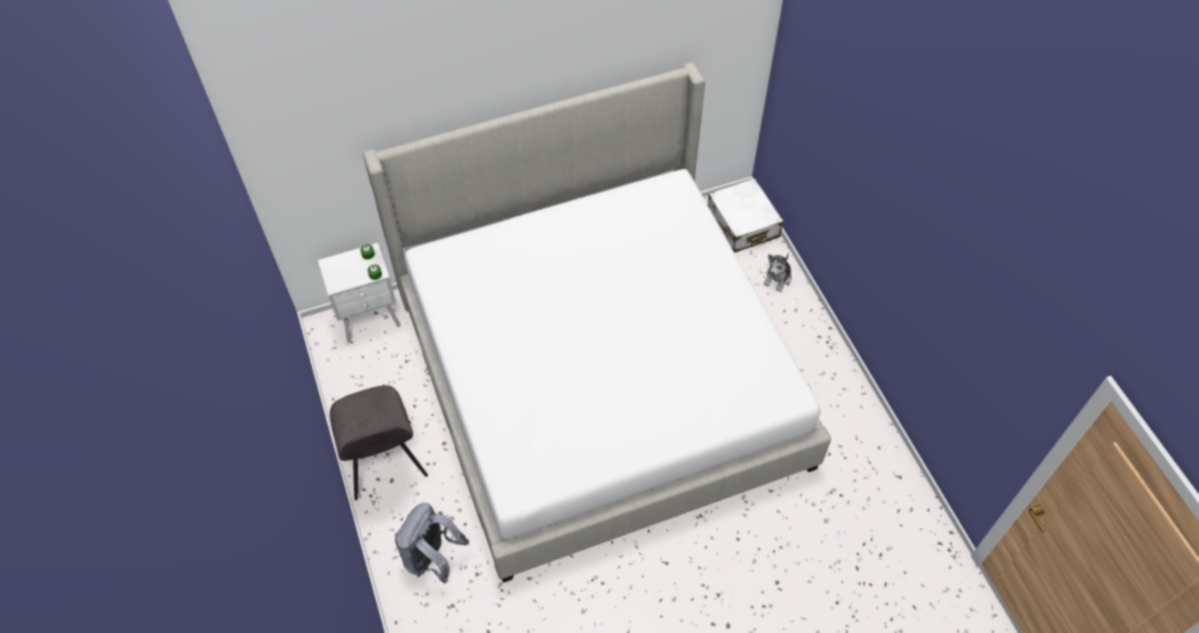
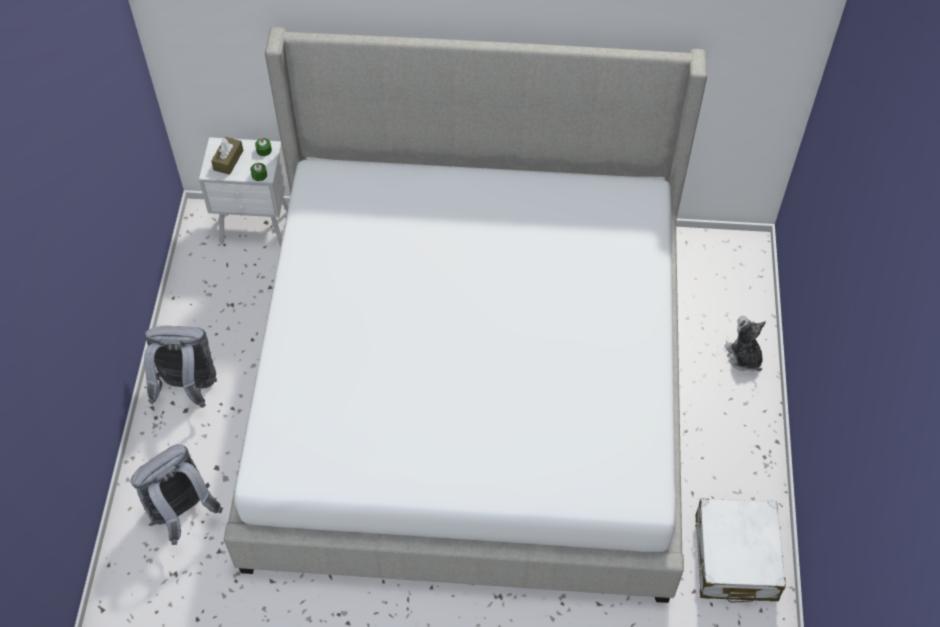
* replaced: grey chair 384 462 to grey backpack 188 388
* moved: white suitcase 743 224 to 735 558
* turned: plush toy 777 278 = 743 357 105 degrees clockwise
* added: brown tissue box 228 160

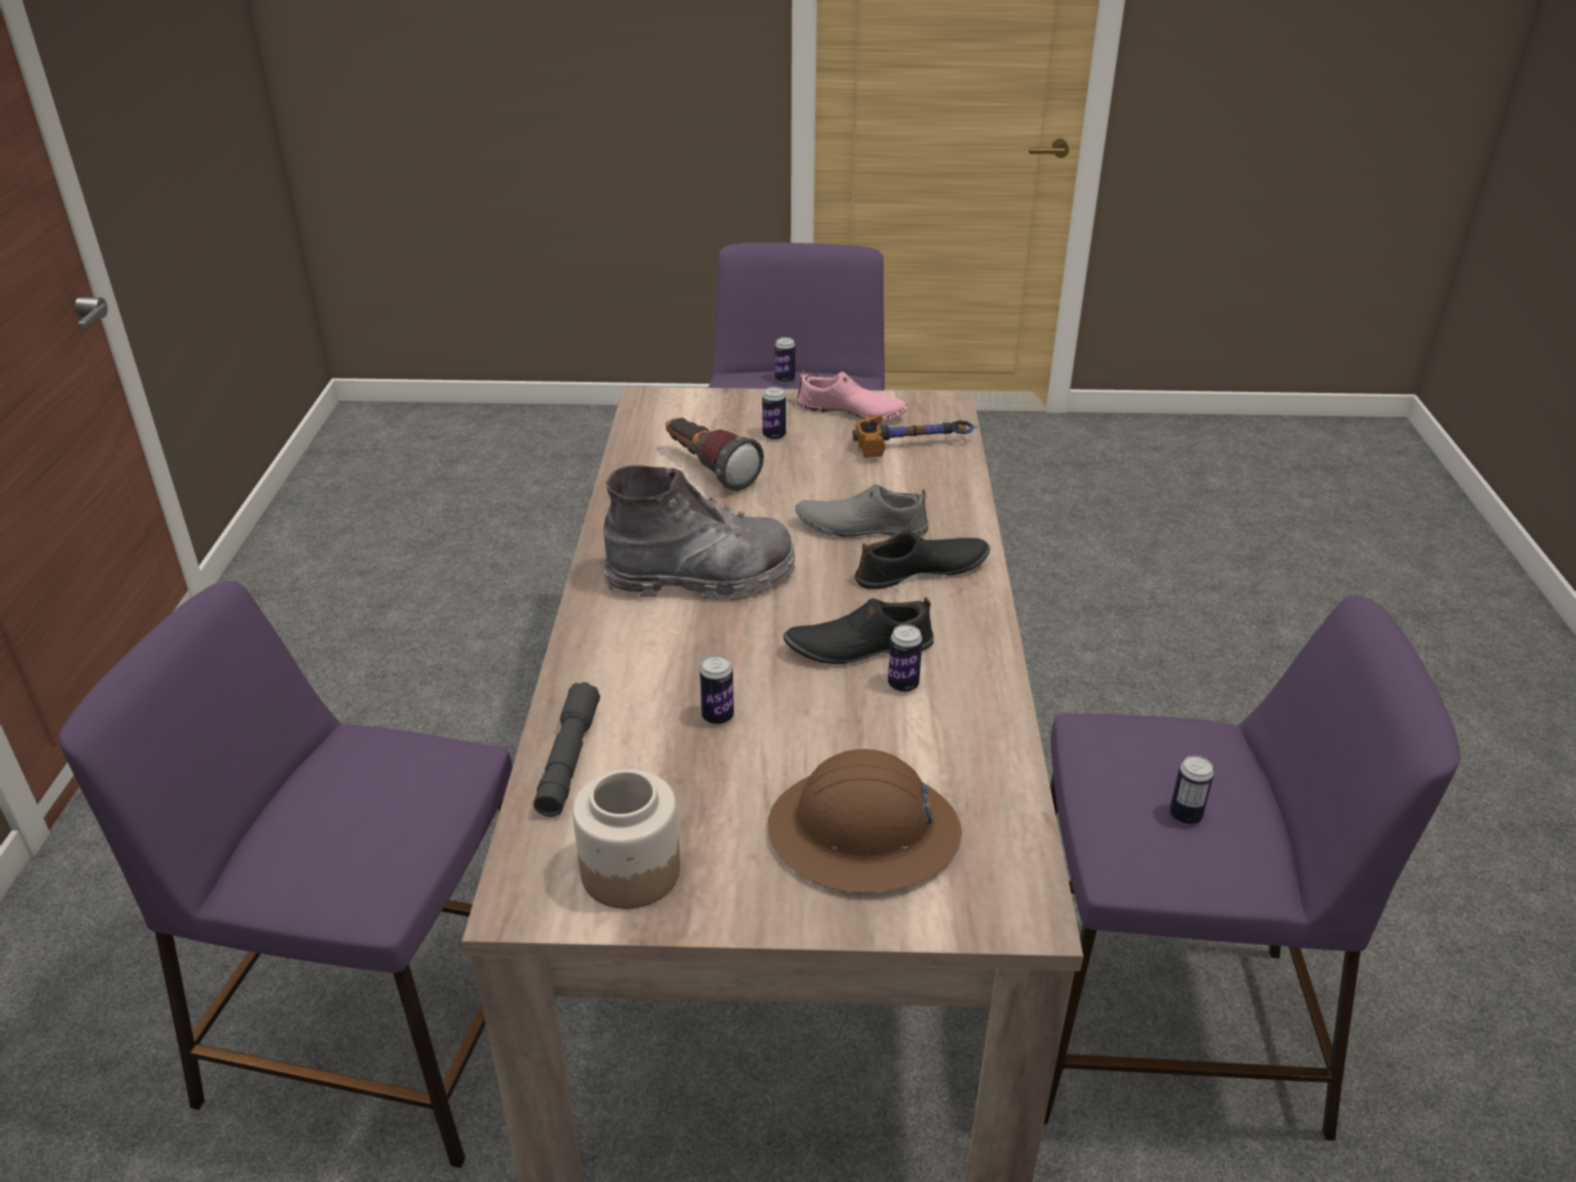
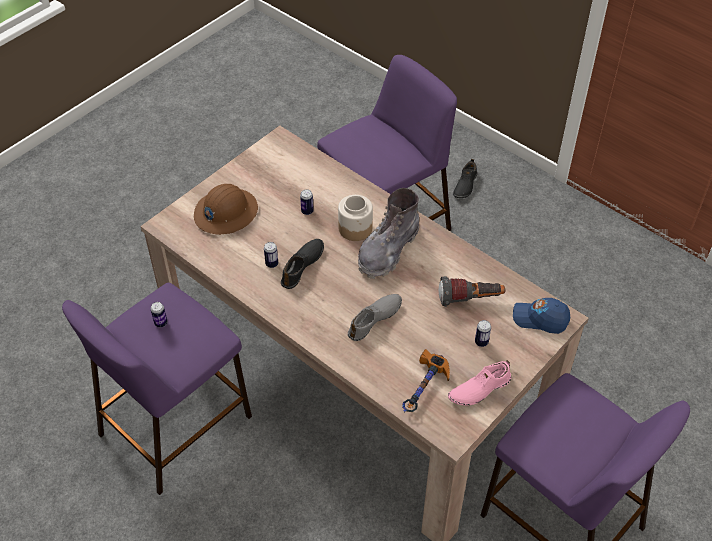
* removed: grey flashlight 568 759
* moved: jar 629 871 to 355 228
* removed: can 785 380
* moved: black shoe 922 572 to 464 185
* added: blue cap 540 319

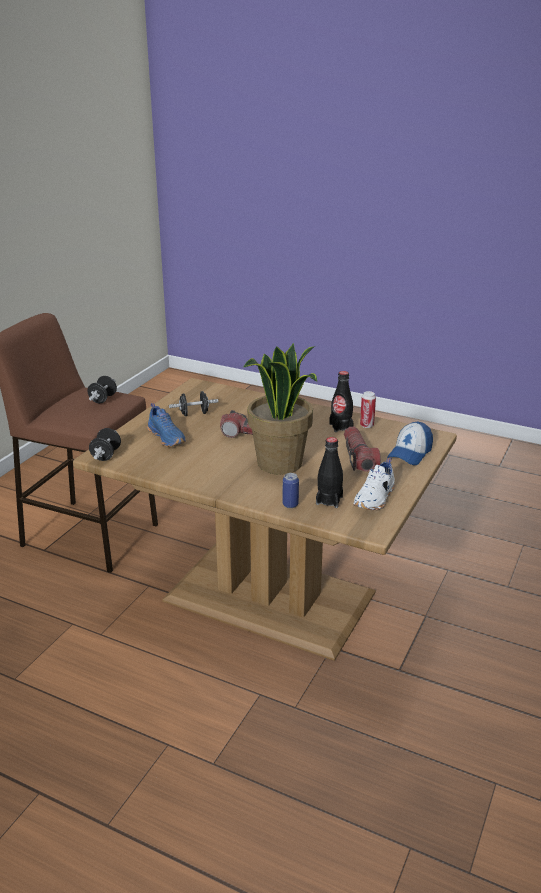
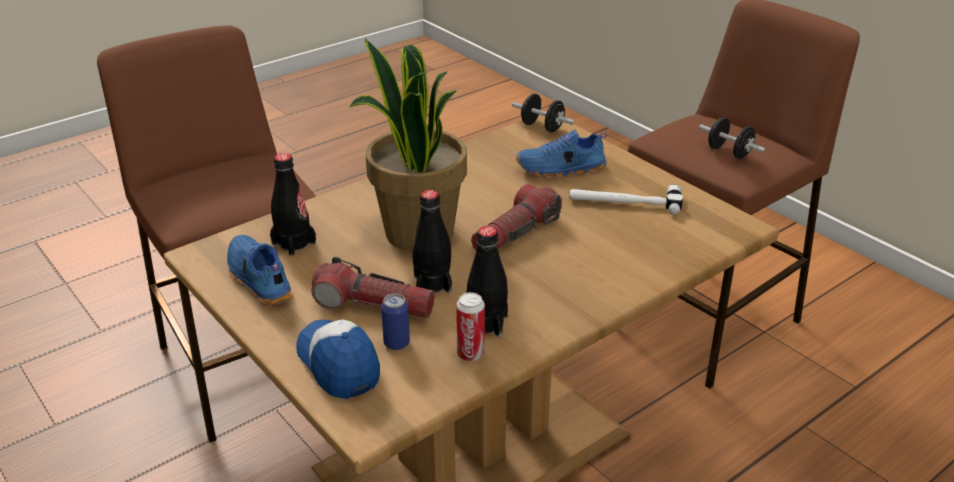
* replaced: black dumbbell 194 414 to hammer 625 202
* moved: can 290 504 to 396 343
* recoloured: white shoe 375 498 to blue shoe 257 280
* added: brown stool 247 367
* added: black bottle 432 284

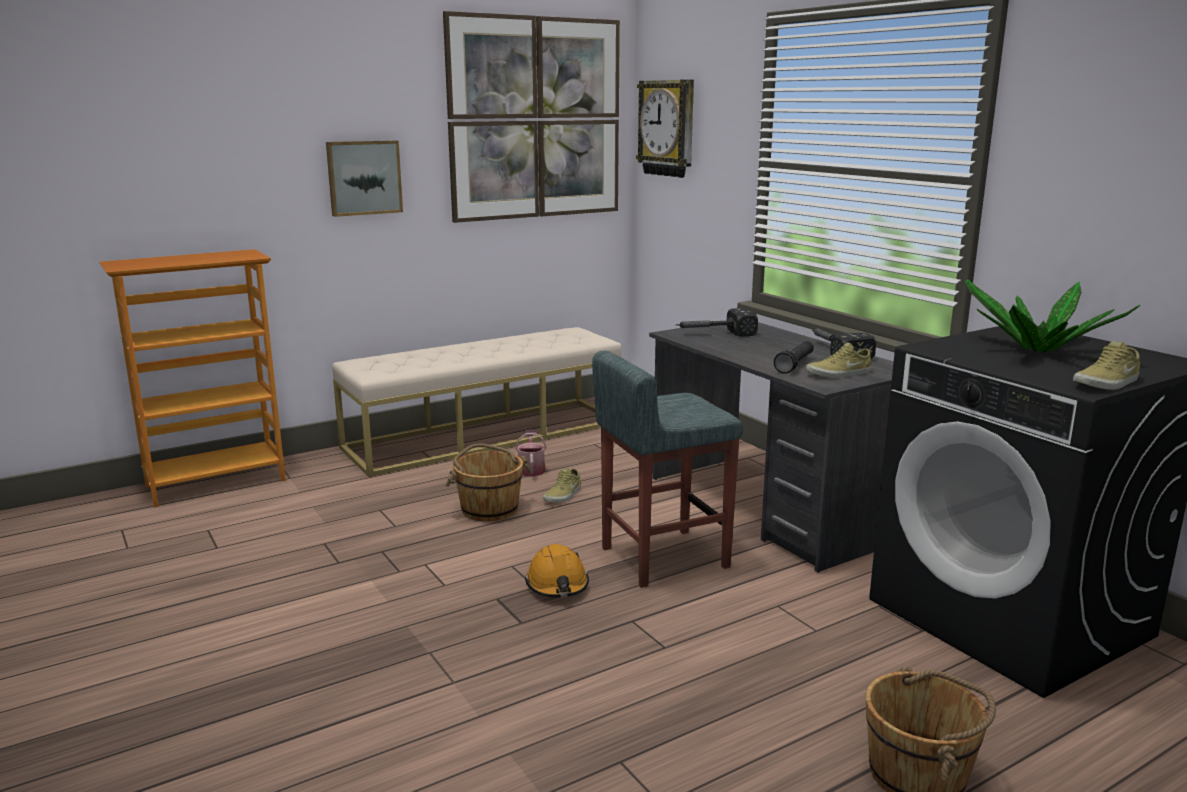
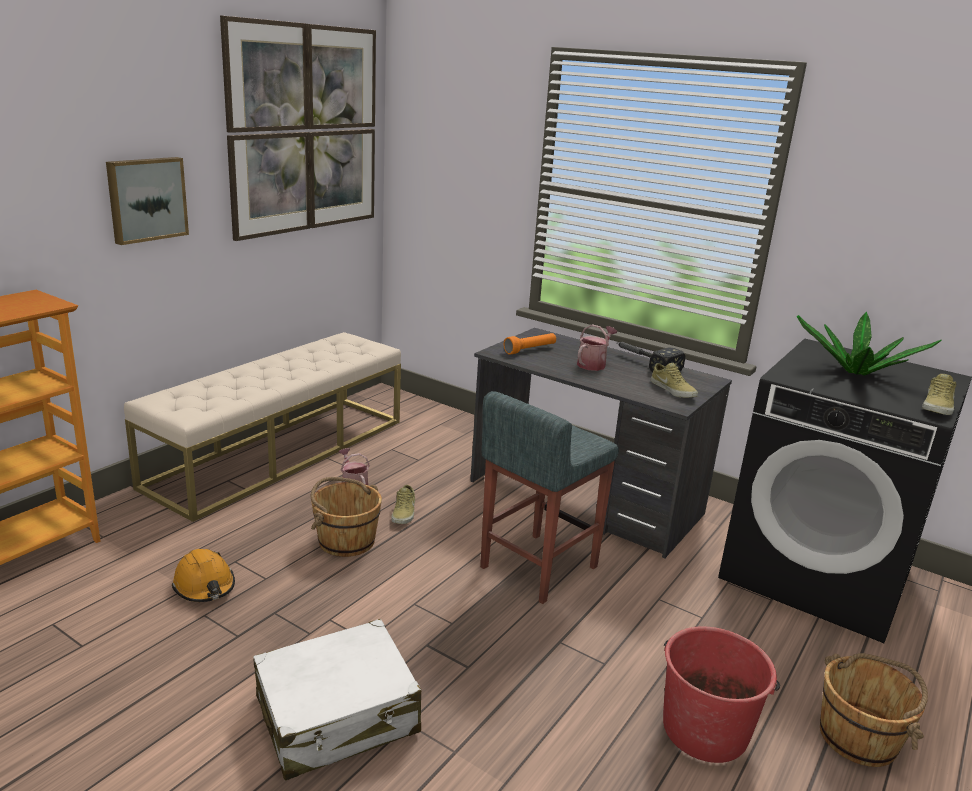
* moved: orange hard hat 557 585 to 204 586
* removed: wall clock 668 128
* replaced: hammer 713 333 to orange flashlight 530 350
* removed: black flashlight 795 365
* turned: beige shoe 839 374 = 674 390 75 degrees counterclockwise
* added: white suitcase 338 716
* added: watering can 593 364
* added: red bucket 705 729

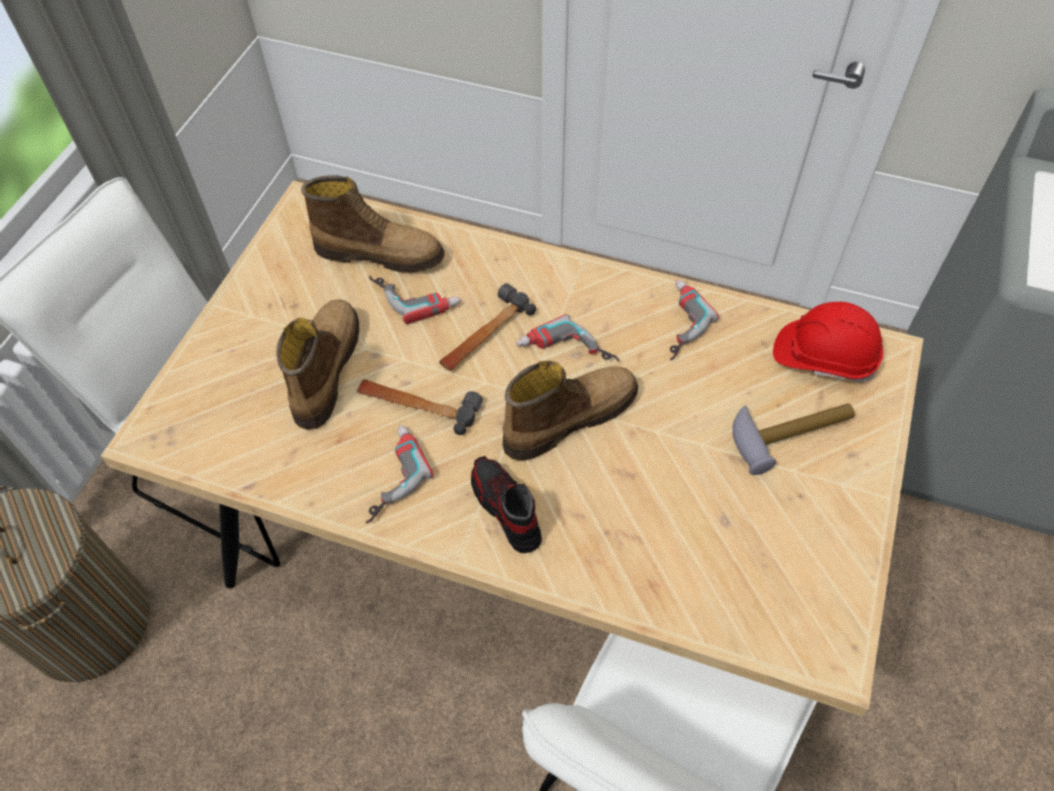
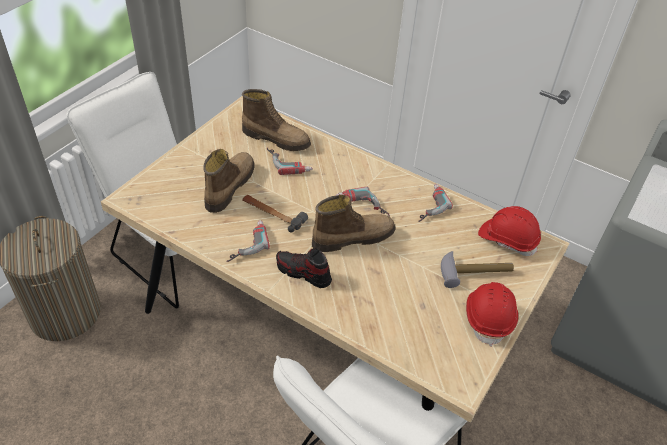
* removed: hammer 484 334
* turned: shoe 506 509 = 303 273 45 degrees counterclockwise
* added: red hard hat 489 318

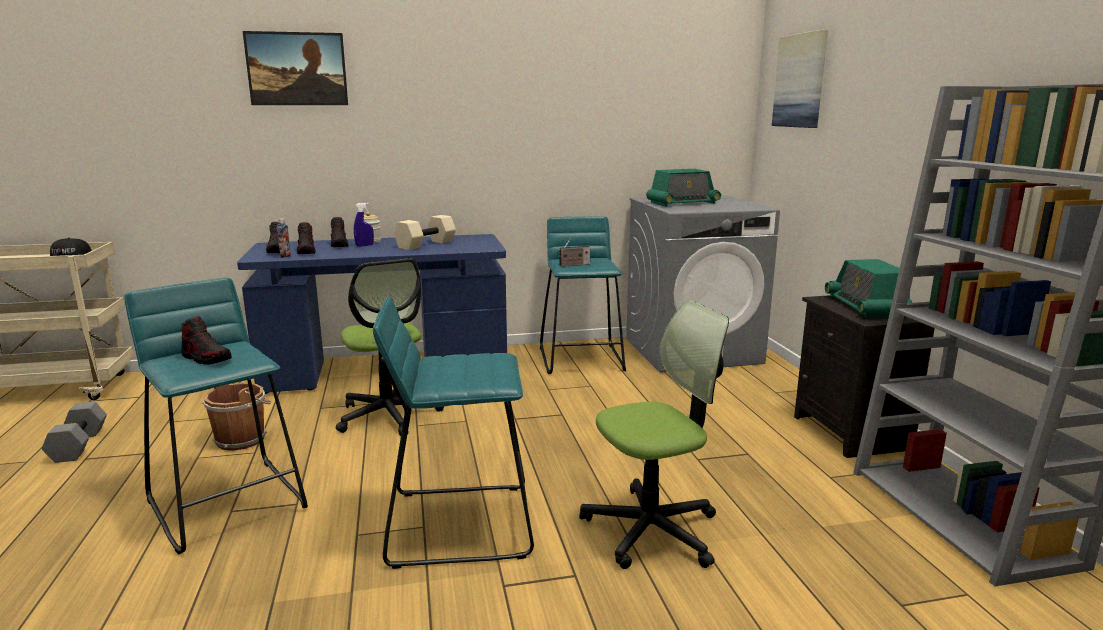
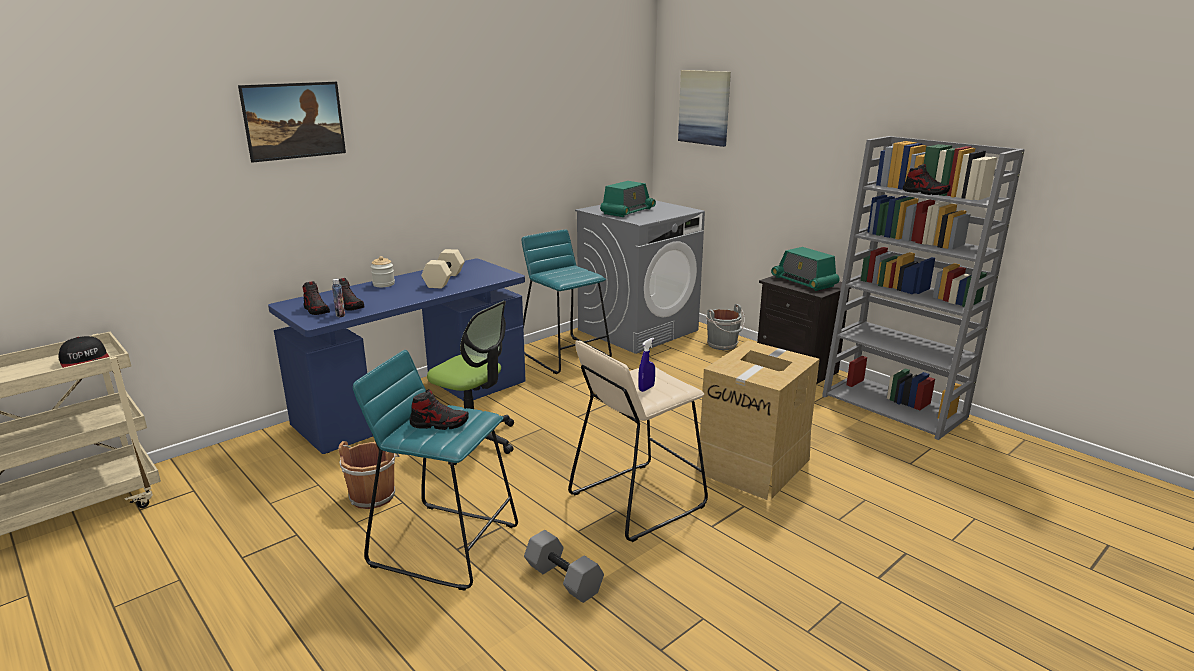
* moved: grey dumbbell 78 445 to 562 579
* moved: shoe 339 245 to 925 192
* moved: blue spray bottle 364 245 to 646 388
* recoloured: turquoise stool 460 523 to beige stool 636 500
* removed: radio 573 265
* replaced: office chair 651 529 to cardboard box 754 465
* added: grey bucket 723 345

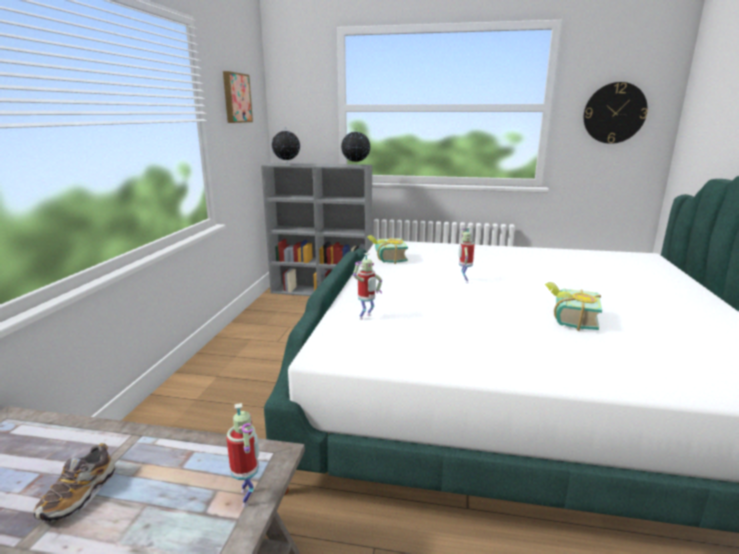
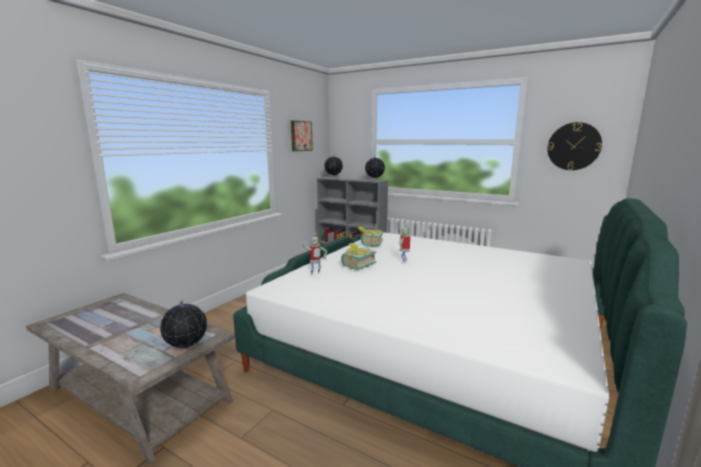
* removed: shoe 79 495
* replaced: toy robot 248 497 to globe 187 350
* moved: book 568 319 to 356 264

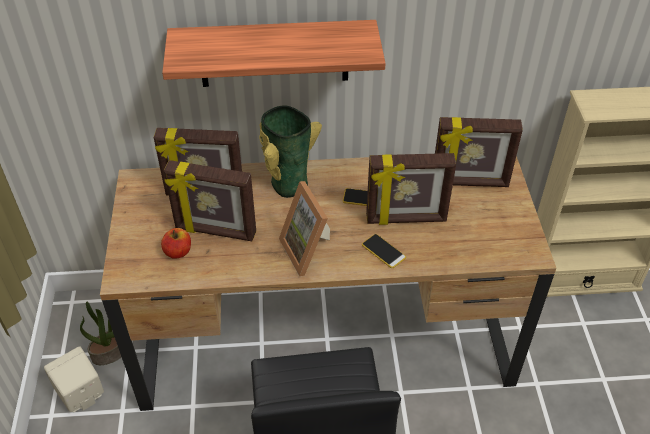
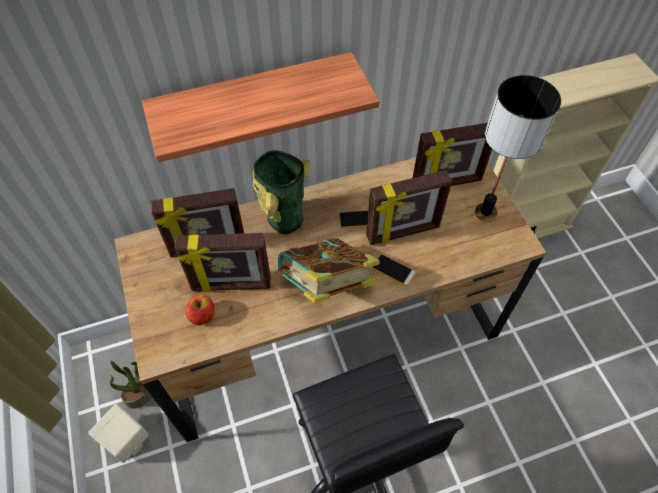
* replaced: picture frame 309 250 to book 326 285
* added: table lamp 485 212

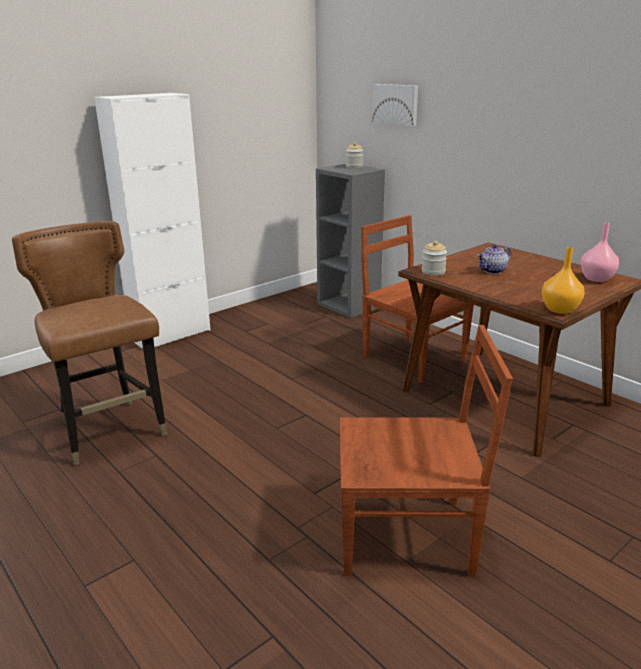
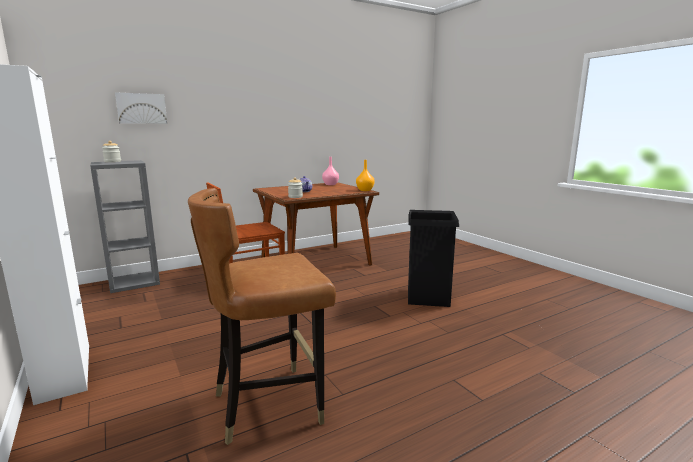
* replaced: brown chair 408 536 to black trash can 428 297

